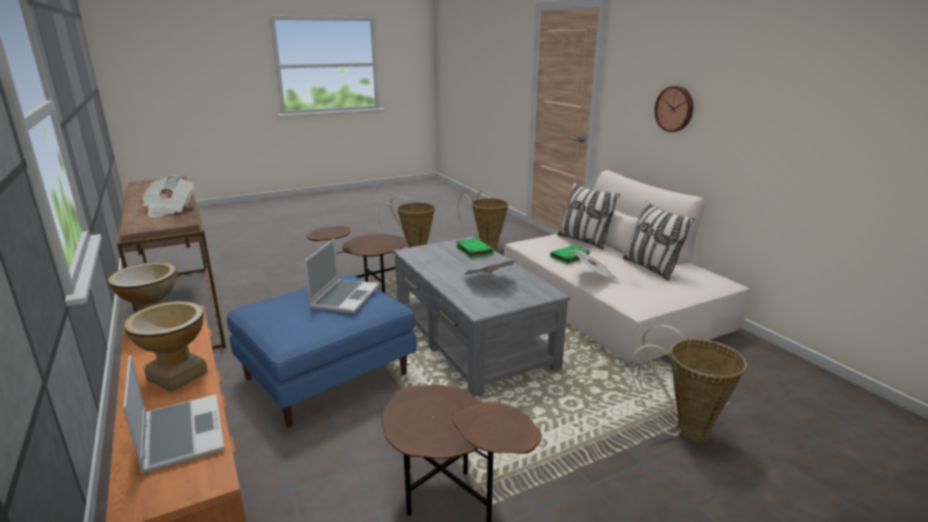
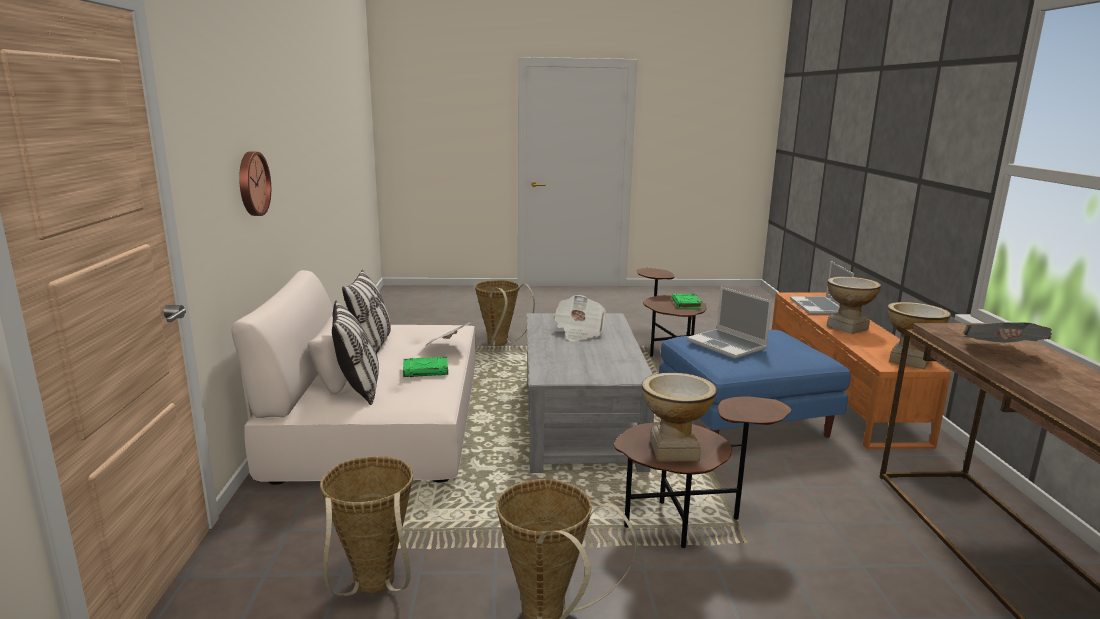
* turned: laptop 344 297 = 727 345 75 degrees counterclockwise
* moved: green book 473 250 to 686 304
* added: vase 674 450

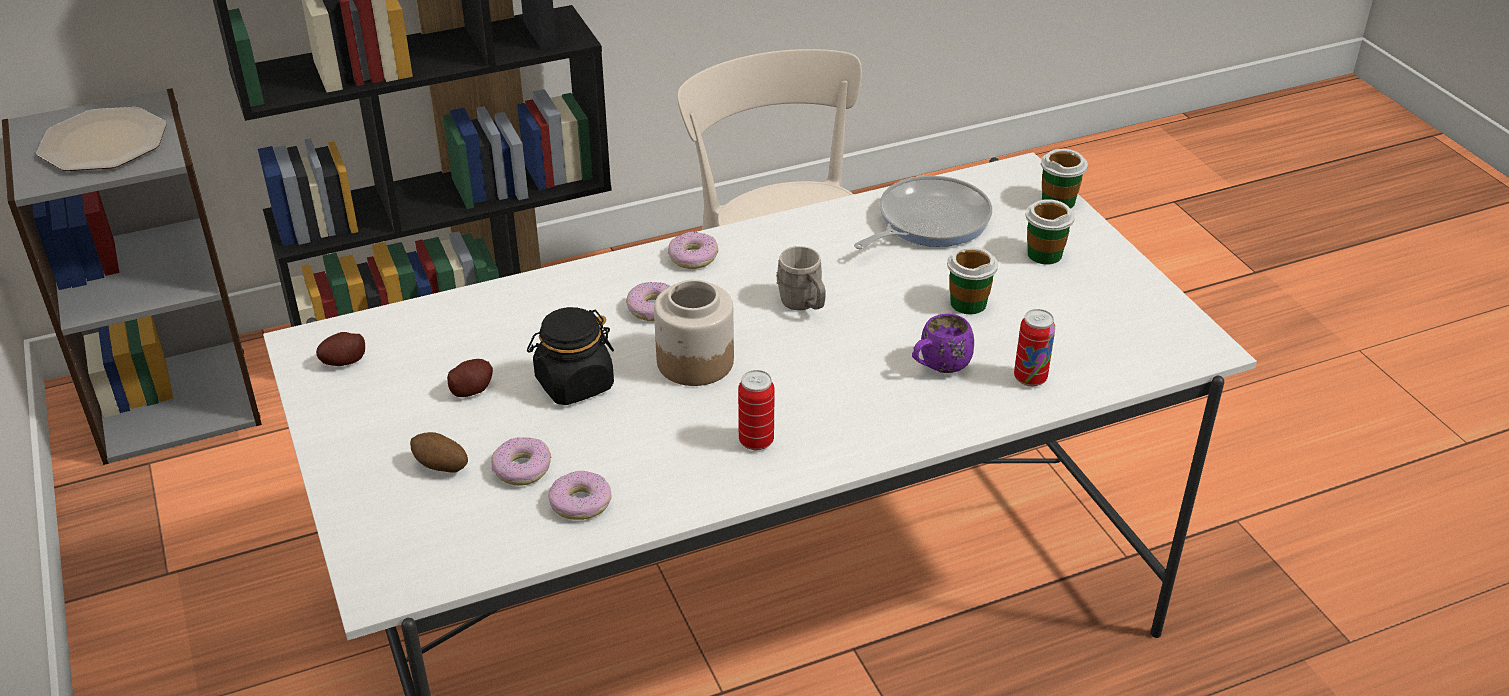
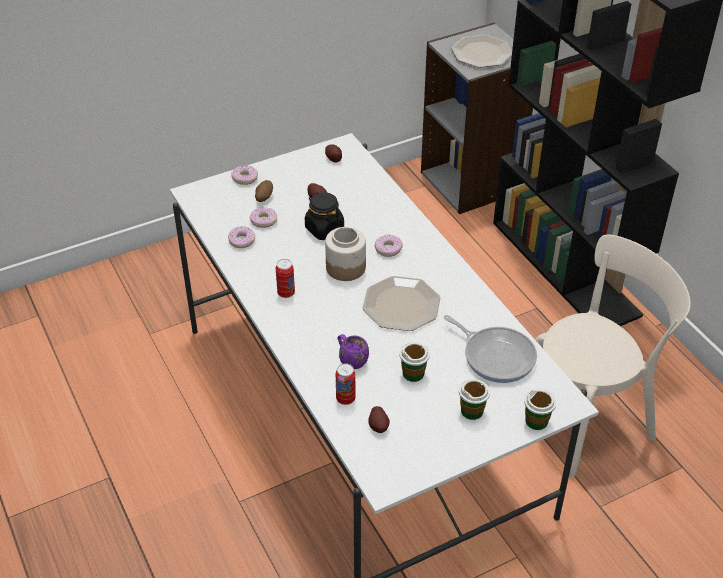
* moved: donut 692 257 to 245 178
* replaced: grey mug 804 305 to plate 400 305
* added: potato 378 426

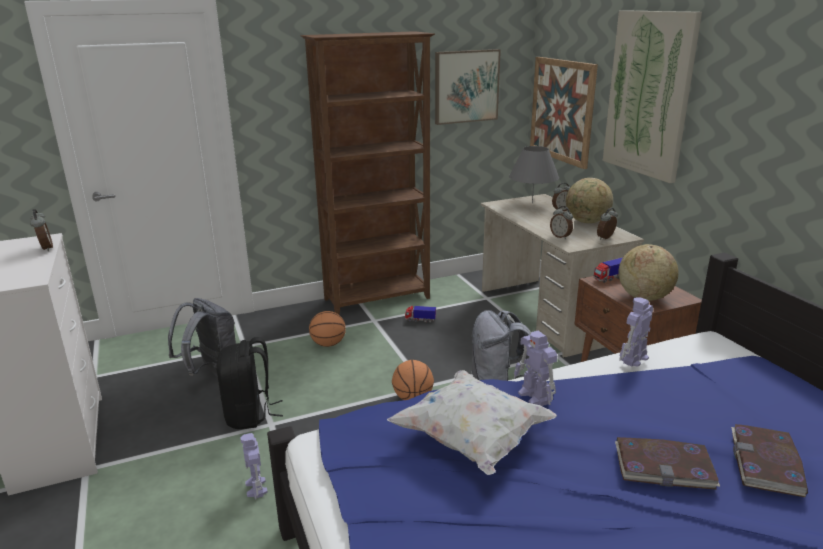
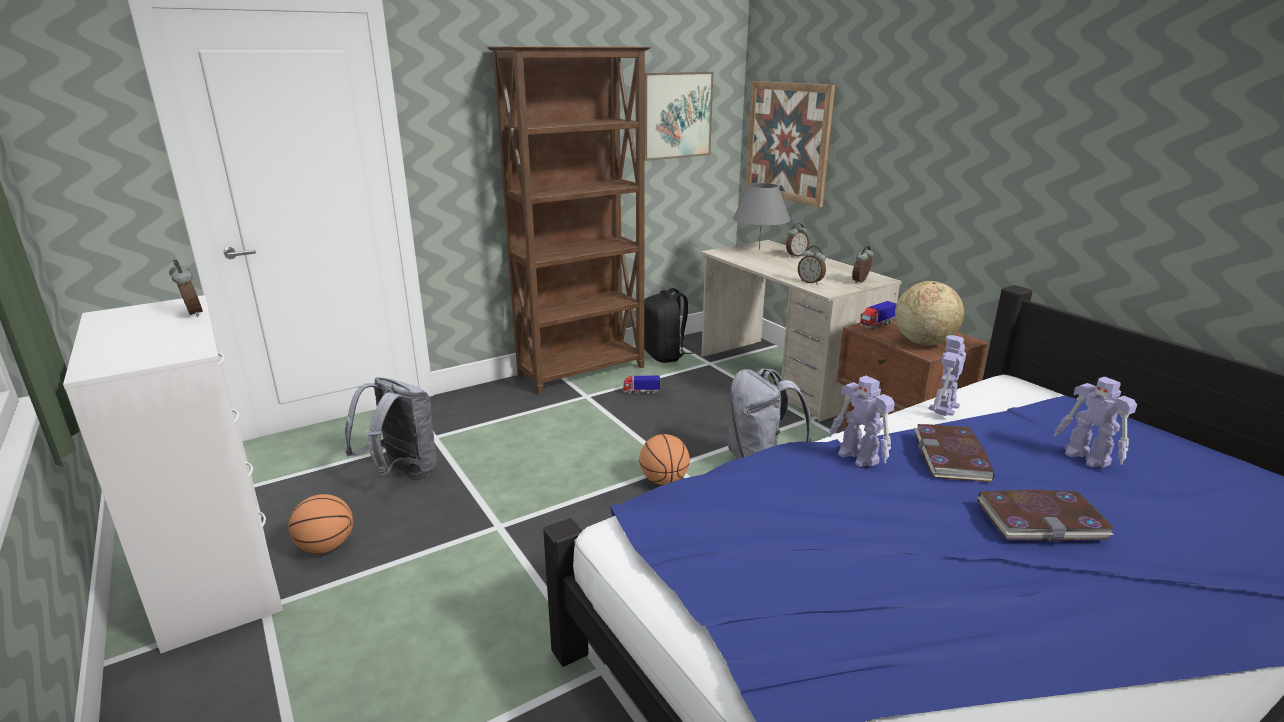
* moved: black backpack 250 415 to 664 355
* moved: toy robot 256 488 to 1087 457
* moved: basketball 328 344 to 326 547
* removed: white pillow 472 440
* removed: globe 587 222
* removed: picture 649 94
* moved: book 766 463 to 951 457

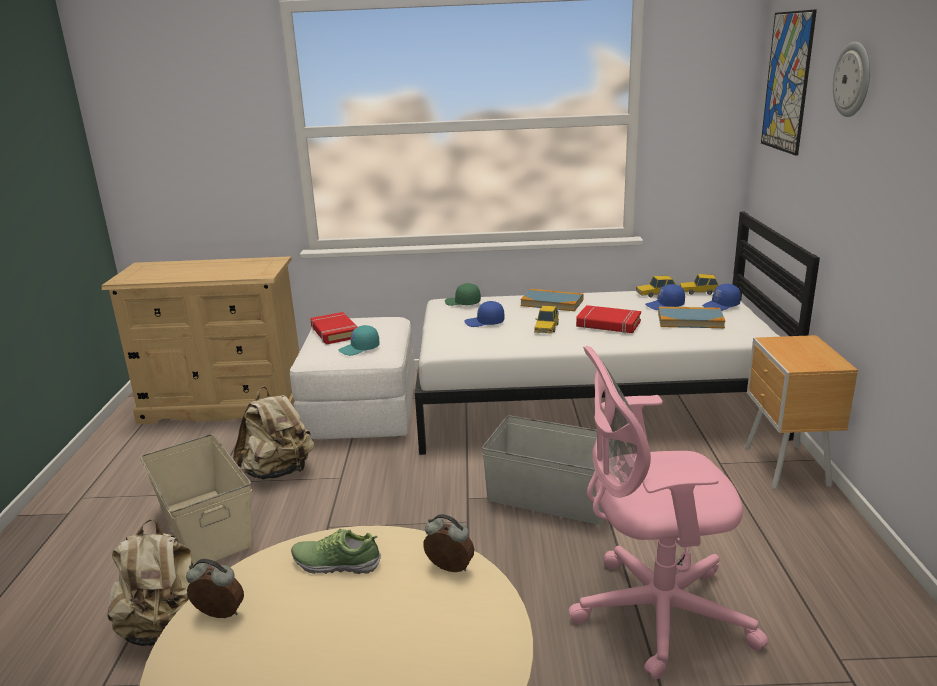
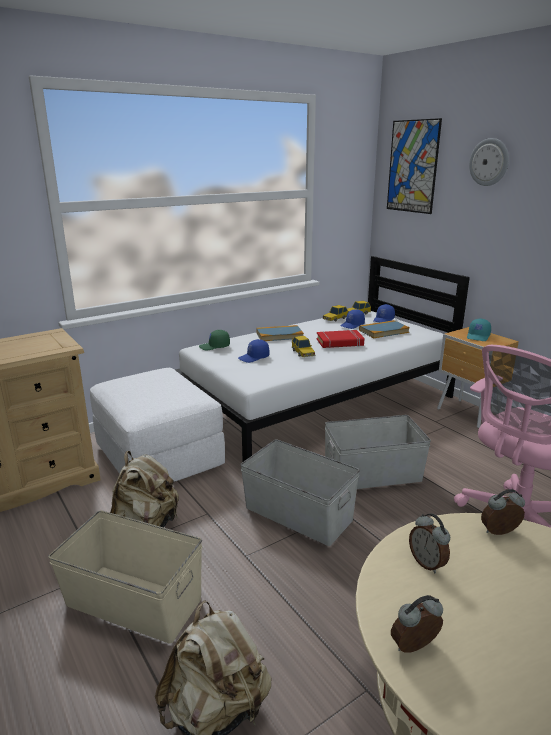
* replaced: shoe 336 563 to alarm clock 427 563
* removed: red book 334 332
* moved: turquoise cap 359 349 to 478 336
* added: grey storage box 298 513

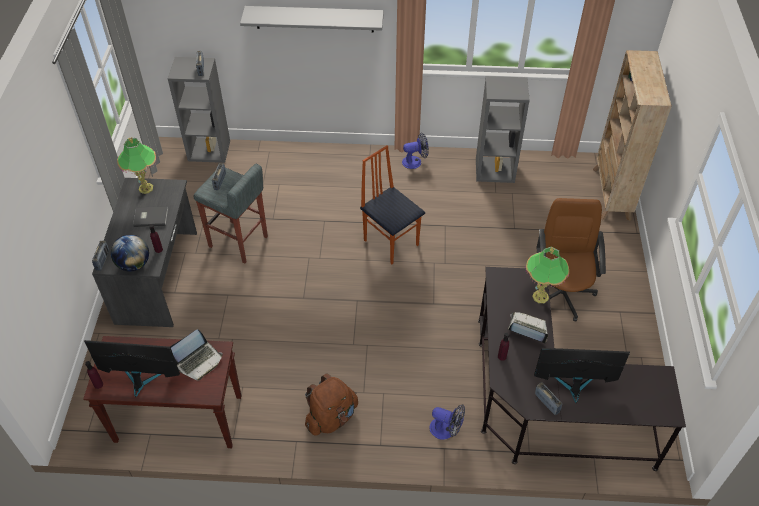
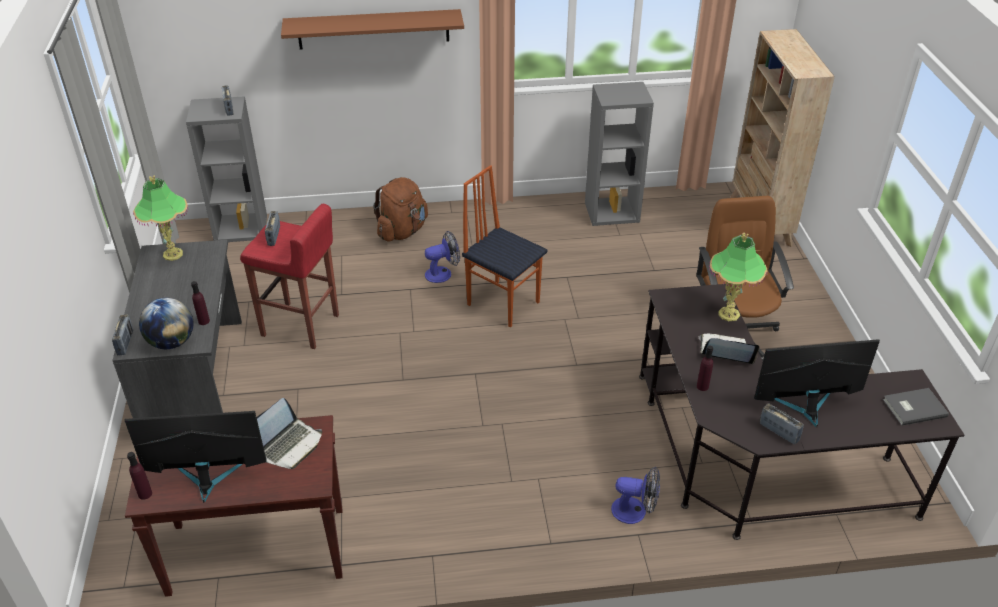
* moved: grey book 150 217 to 913 407
* recoloured: grey stool 238 242 to red stool 301 326
* recoloured: grey shelf 314 19 to brown shelf 373 29
* moved: brown backpack 331 417 to 402 231
* moved: fan 415 161 to 443 273

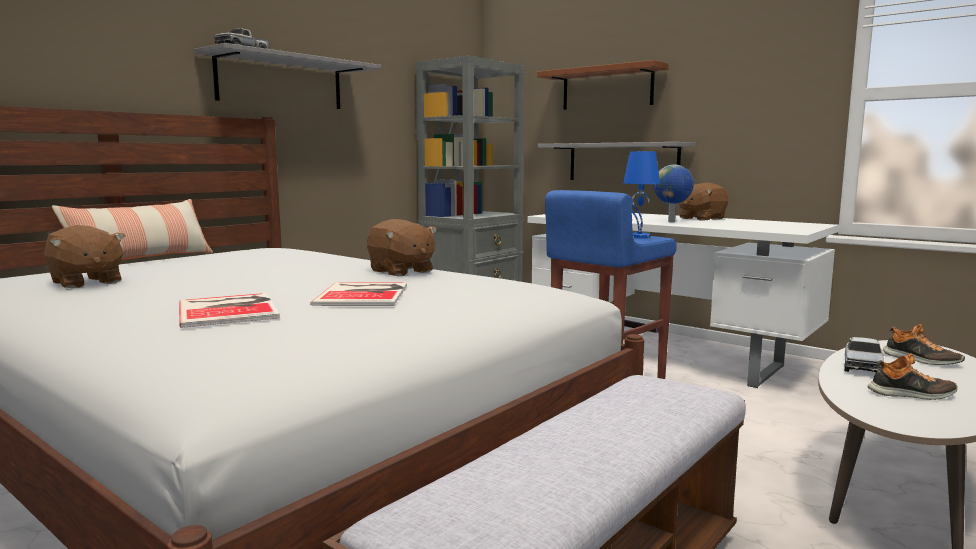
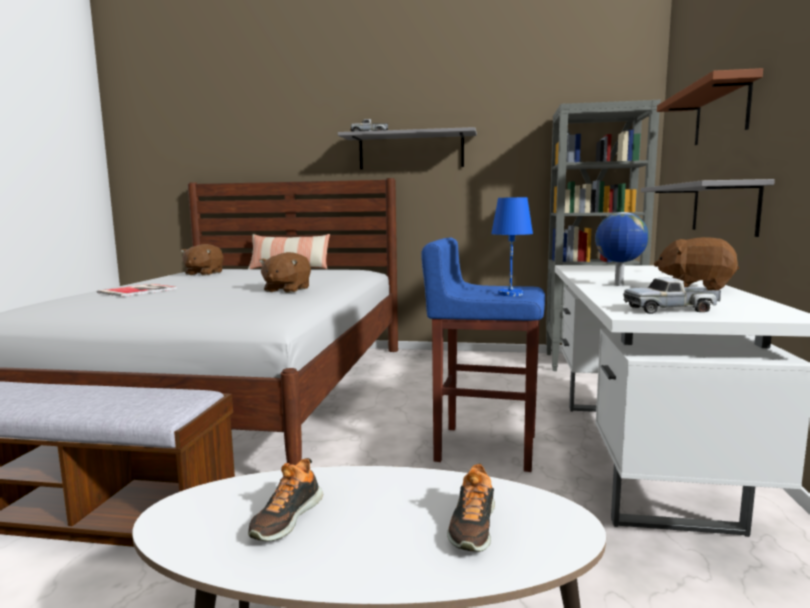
* removed: book 365 294
* moved: toy truck 862 365 to 670 309
* turned: shoe 912 394 = 286 518 45 degrees clockwise

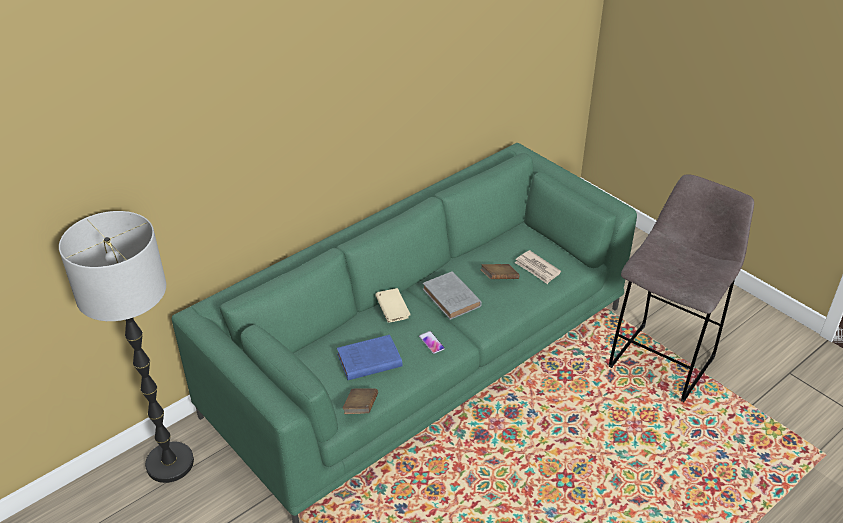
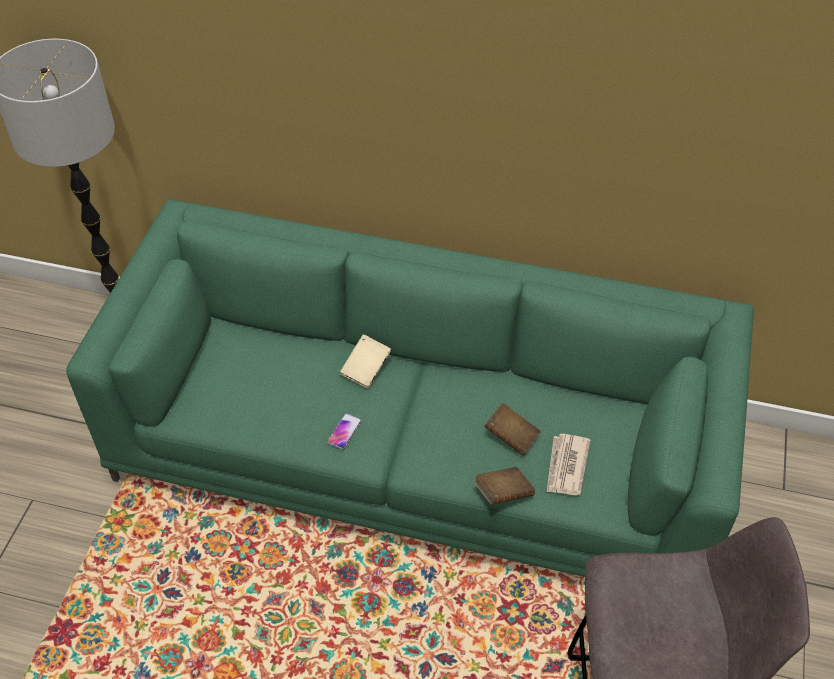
* removed: blue book 367 361
* moved: brown book 360 408 to 503 493
* removed: grey book 452 299

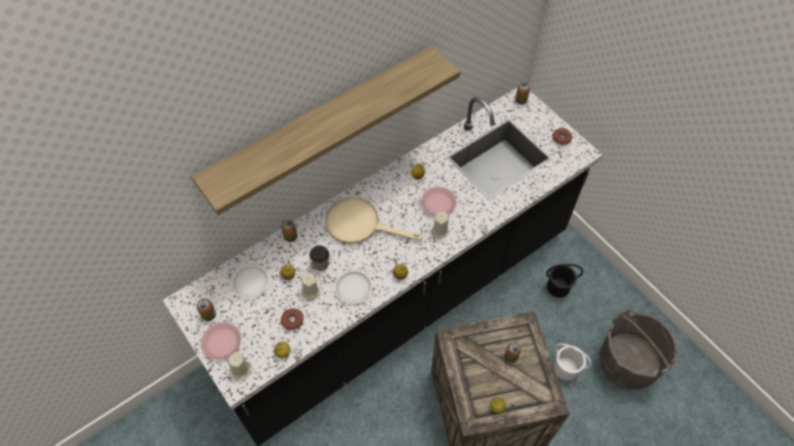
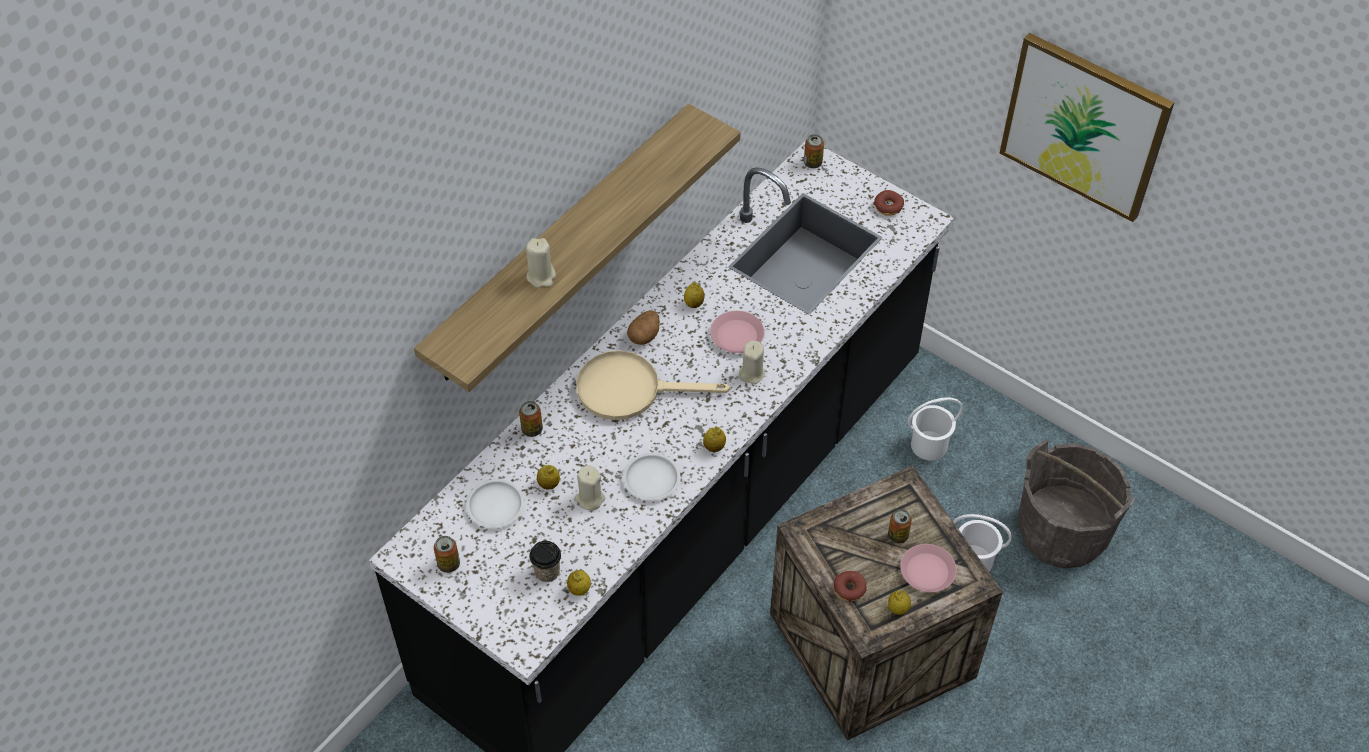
* moved: pink plate 221 342 to 927 571
* moved: beige candle 241 371 to 541 276
* moved: donut 292 321 to 849 589
* moved: cup 321 264 to 547 572
* recoloured: black bucket 558 287 to white bucket 928 445
* added: potato 644 335
* added: picture 1084 126

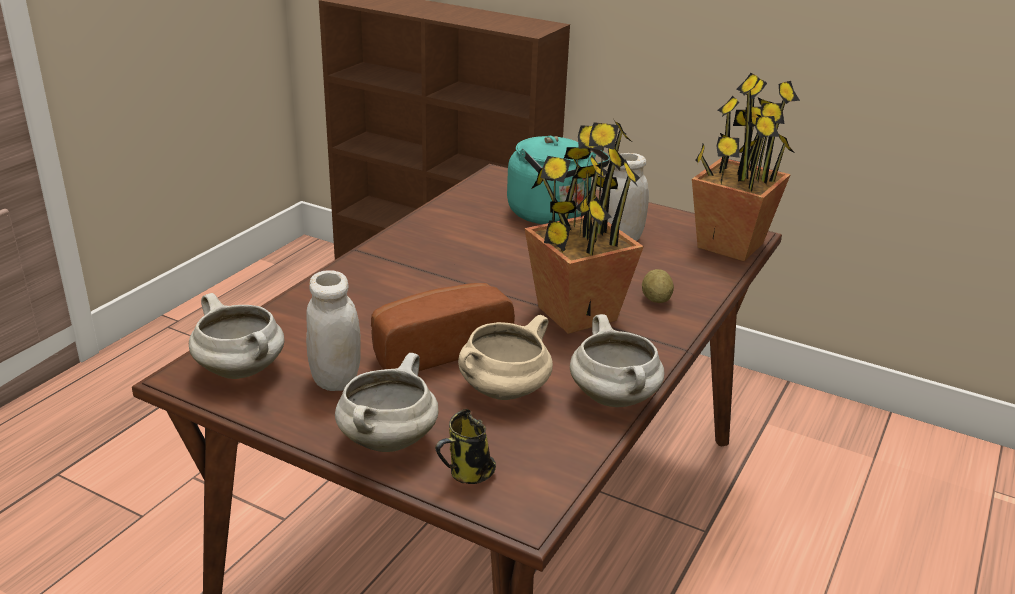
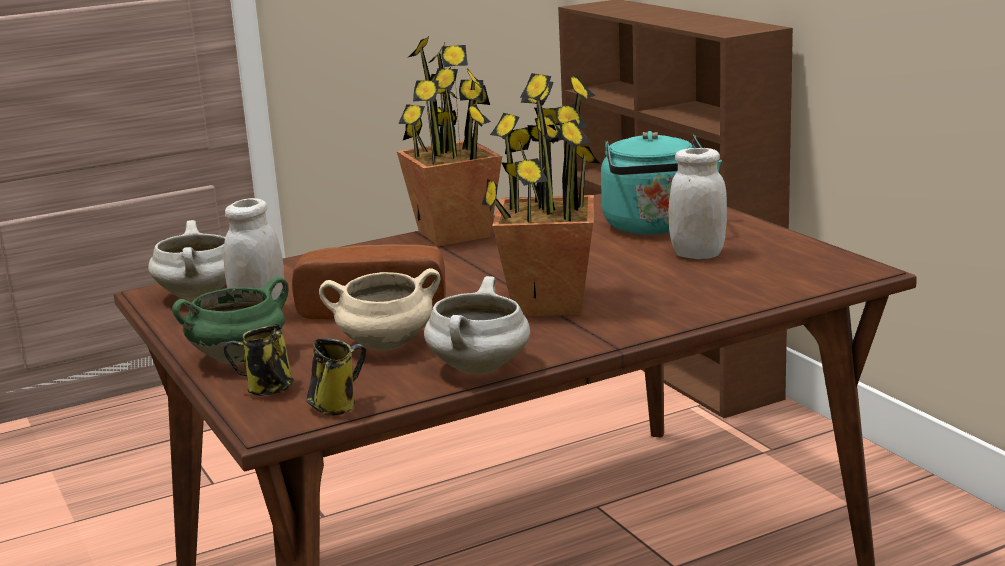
* recoloured: white cooking pot 387 440 to green cooking pot 239 357
* removed: potato 656 299
* moved: potted plant 729 245 to 453 234
* added: mug 336 405

